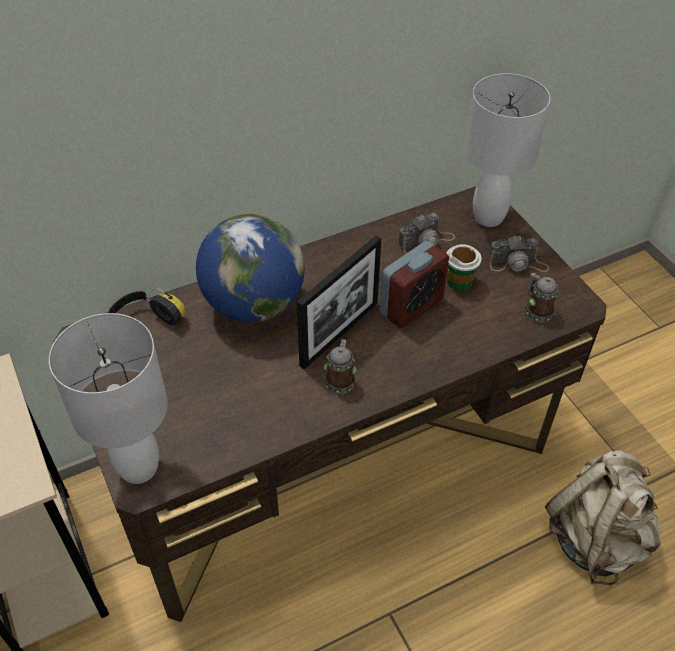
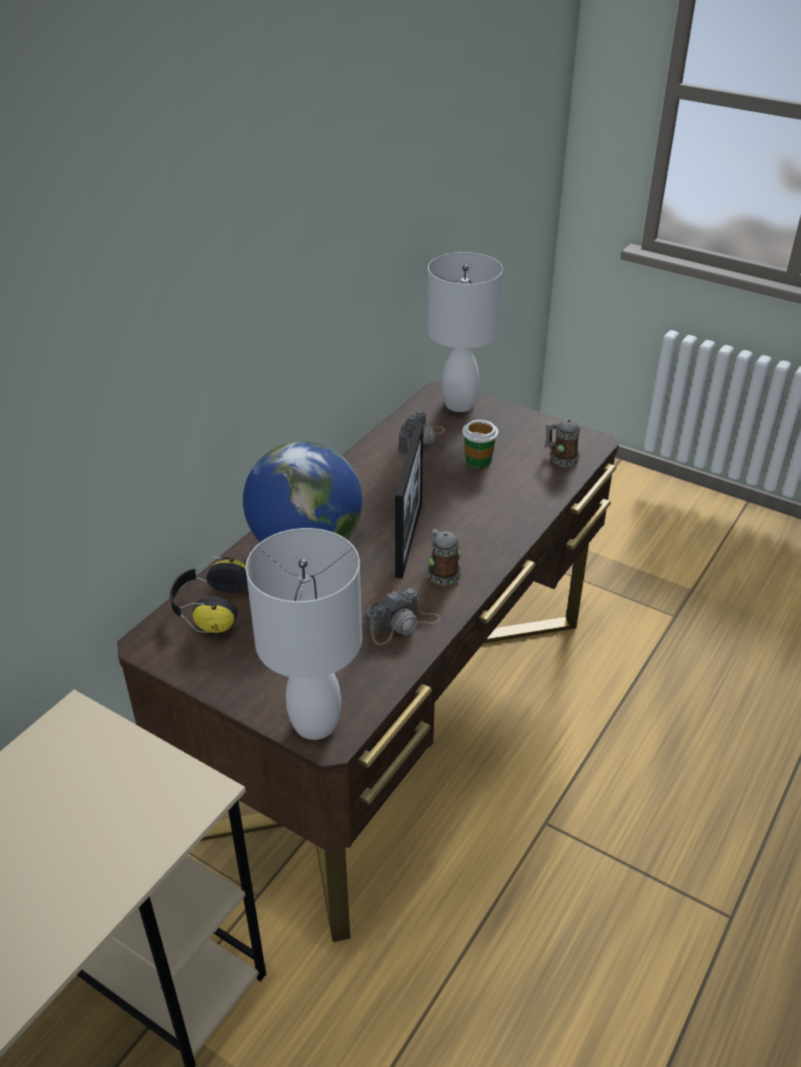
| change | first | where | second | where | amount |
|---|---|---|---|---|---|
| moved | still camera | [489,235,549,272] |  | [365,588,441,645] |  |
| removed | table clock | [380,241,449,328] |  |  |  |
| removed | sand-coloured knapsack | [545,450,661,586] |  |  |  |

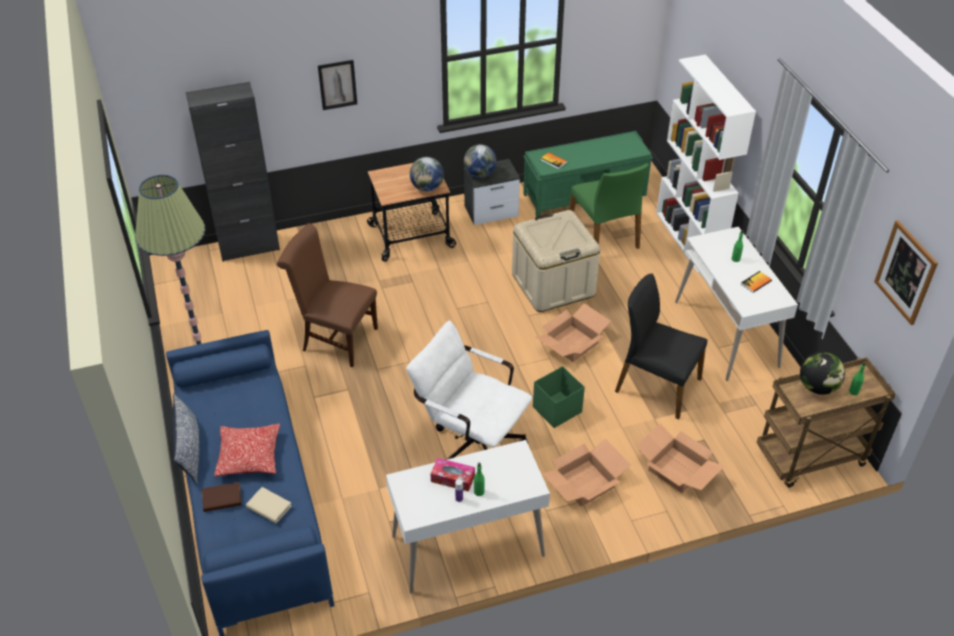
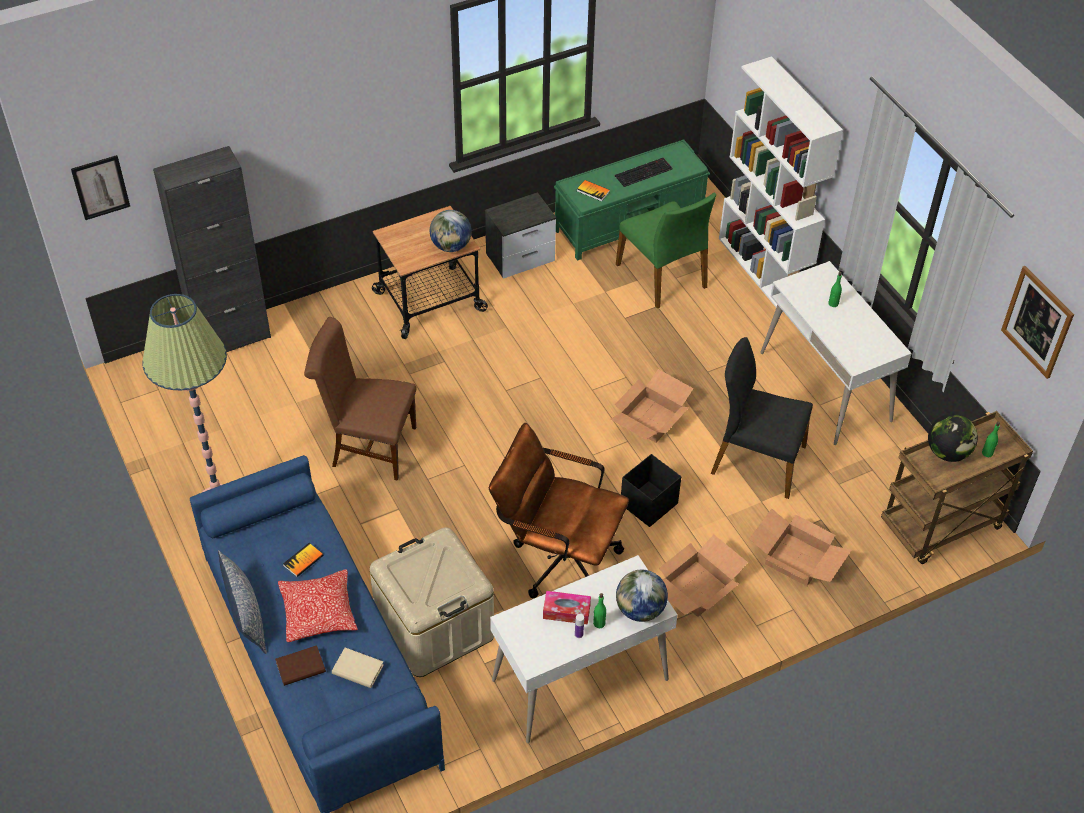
| change | first | where | second | where | amount |
|---|---|---|---|---|---|
| moved | wall picture | [318,60,357,110] |  | [71,155,130,220] |  |
| moved | desk globe | [464,144,497,178] |  | [616,570,668,622] |  |
| moved | sand-coloured storage box | [512,210,600,312] |  | [370,527,494,677] |  |
| moved | bound book | [741,271,772,293] |  | [283,543,324,577] |  |
| recoloured | white desk chair | [406,321,532,460] | brown desk chair | [489,423,629,598] |  |
| recoloured | green storage box | [533,366,585,428] | black storage box | [621,454,681,527] |  |
| added |  |  | keyboard | [615,158,673,187] |  |

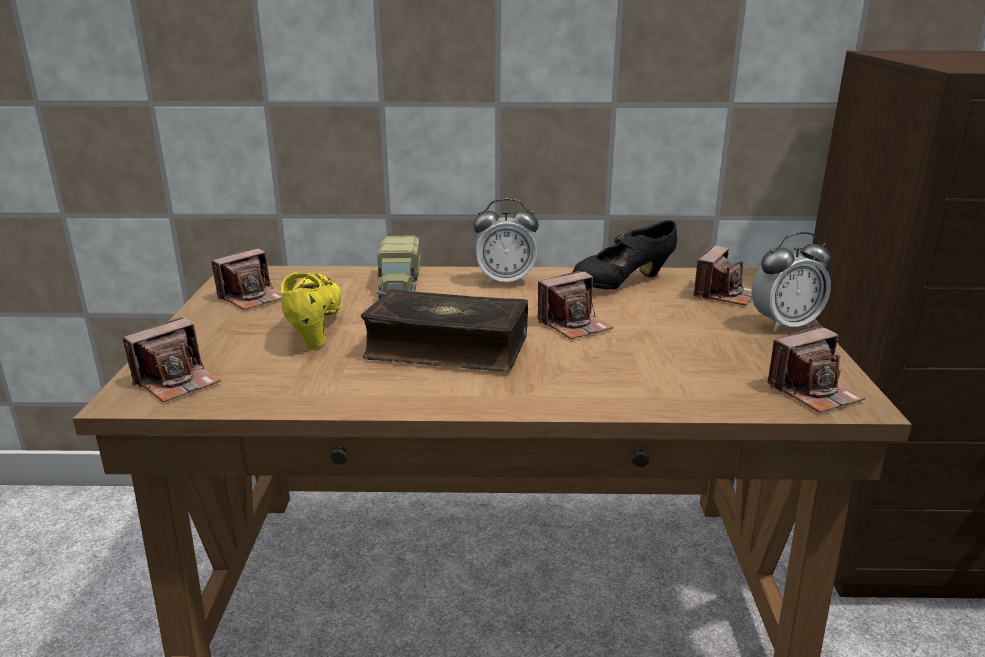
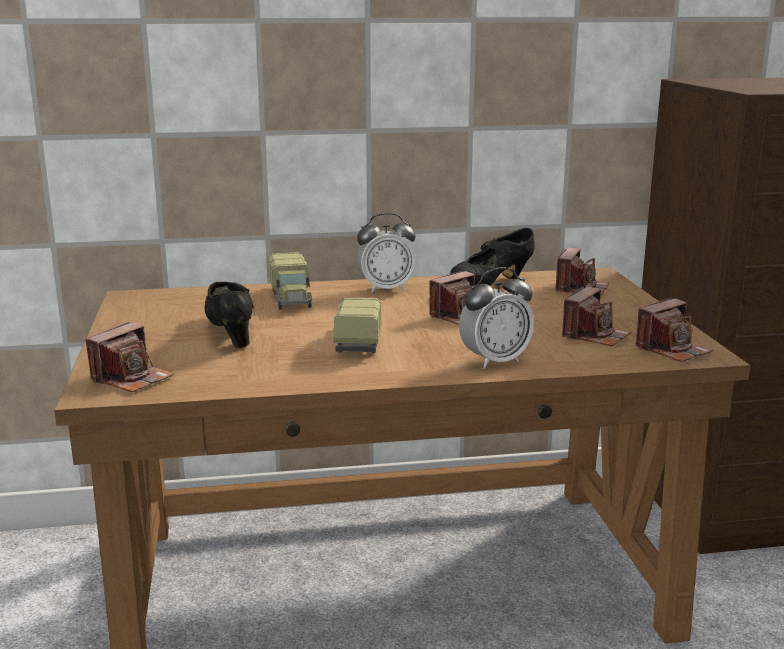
| change | first | where | second | where | amount |
|---|---|---|---|---|---|
| moved | table clock | [751,232,832,332] |  | [459,267,534,369] |  |
| moved | still camera | [211,248,281,310] |  | [562,286,631,346] |  |
| recoloured | yellow item of footwear | [281,273,341,349] | black item of footwear | [205,282,254,348] |  |
| replaced | bound book | [361,289,528,372] | toy truck | [333,298,382,353] |  |

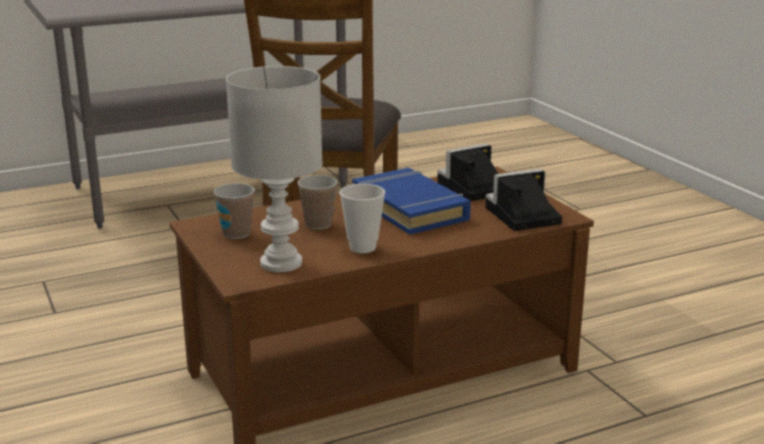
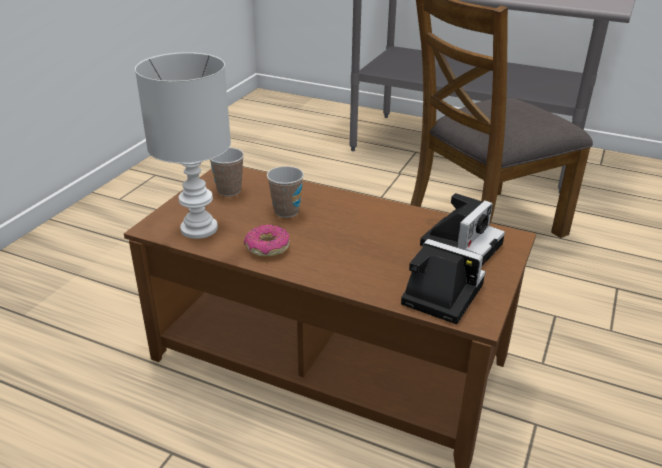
| change | first | where | second | where | amount |
|---|---|---|---|---|---|
| turned | still camera | [437,144,498,201] |  | [420,193,505,266] | 105 degrees clockwise |
| removed | bluish bound book | [352,168,471,235] |  |  |  |
| replaced | drinking cup | [340,184,385,253] | ring doughnut | [244,224,290,257] |  |

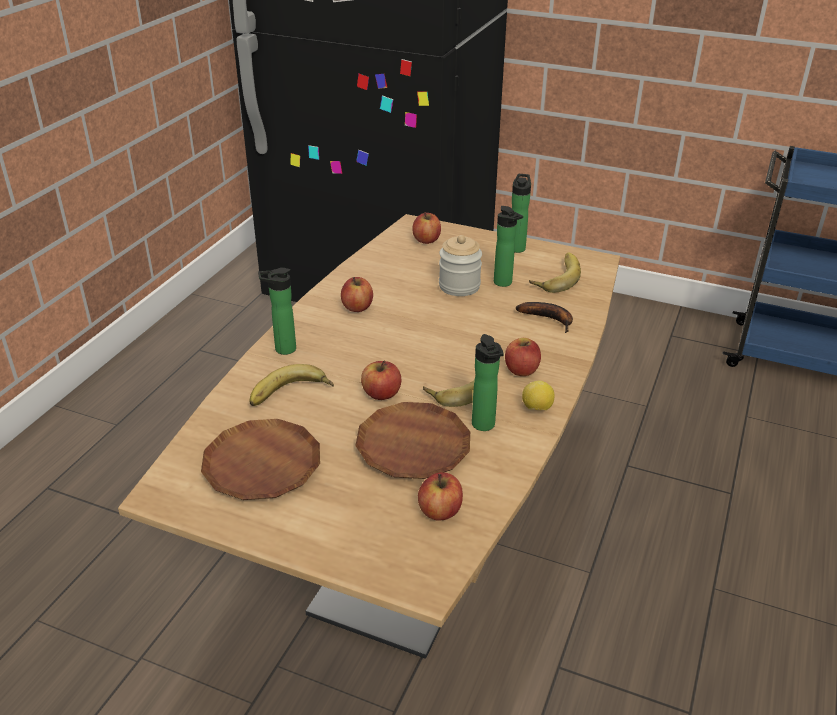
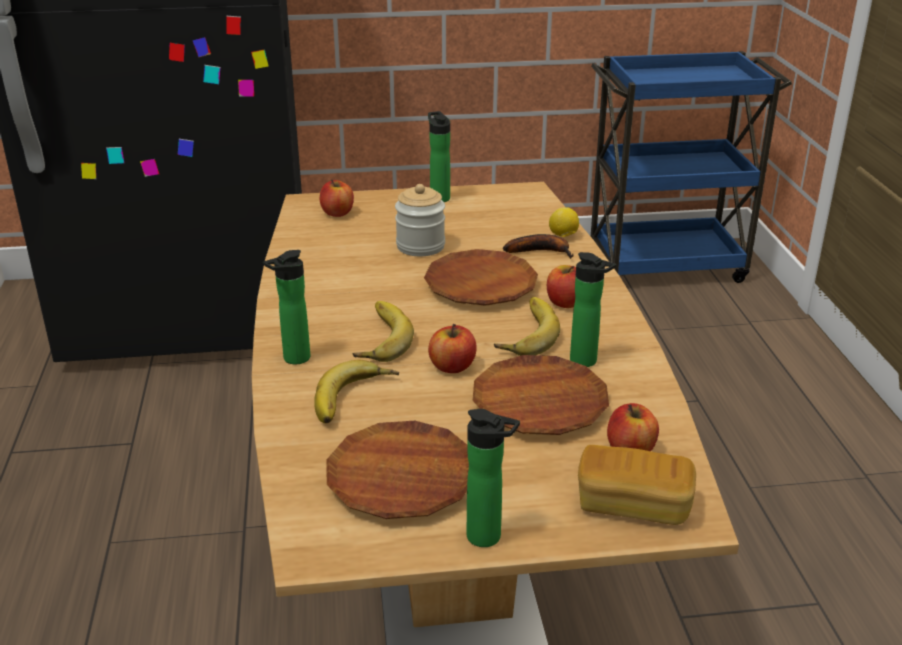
| change | first | where | second | where | amount |
|---|---|---|---|---|---|
| moved | beverage bottle | [494,206,523,287] |  | [467,409,520,547] |  |
| moved | banana | [529,252,581,293] |  | [352,301,414,362] |  |
| removed | apple fruit | [341,277,373,312] |  |  |  |
| moved | whole lemon | [522,381,555,410] |  | [549,207,579,237] |  |
| added |  |  | brown plate | [424,249,538,306] |  |
| added |  |  | bread | [578,445,696,525] |  |

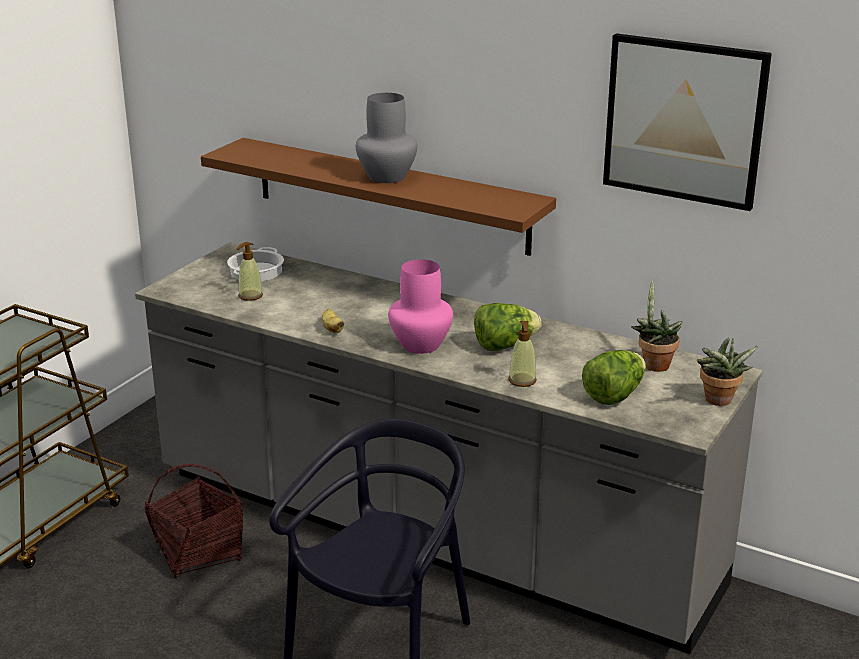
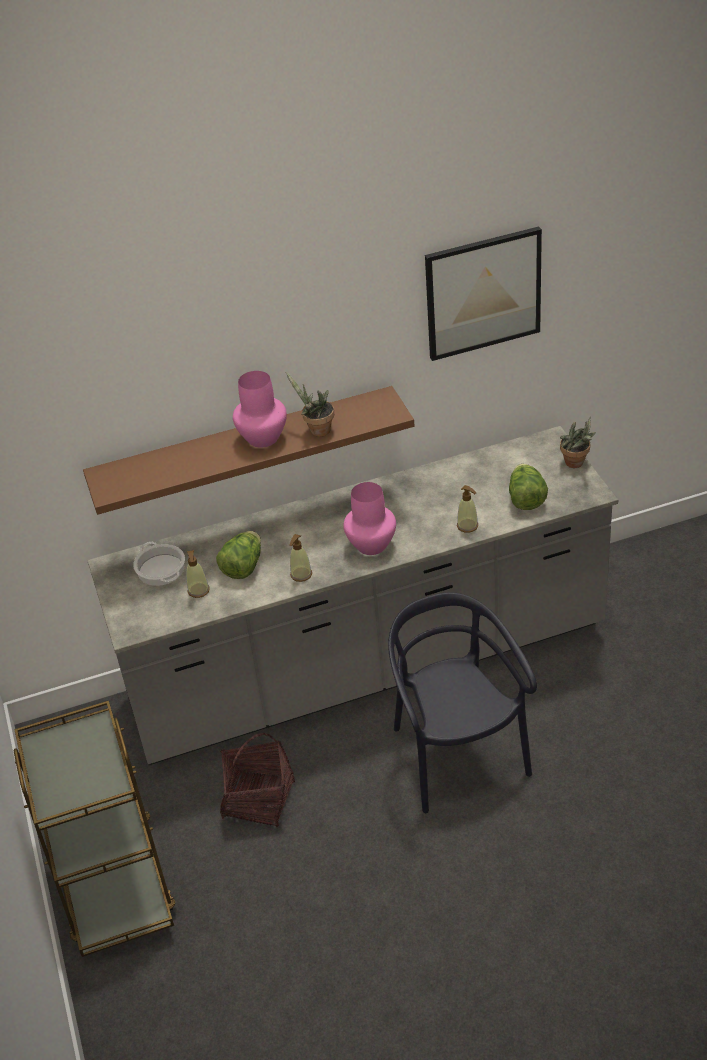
| change | first | where | second | where | amount |
|---|---|---|---|---|---|
| recoloured | grey vase | [356,93,418,183] | pinkish vase | [233,371,287,448] |  |
| moved | potted plant | [631,281,683,372] |  | [286,372,334,437] |  |
| moved | head of lettuce | [474,303,541,351] |  | [216,531,261,579] |  |
| replaced | banana | [322,308,344,333] | soap dispenser | [290,534,312,582] |  |

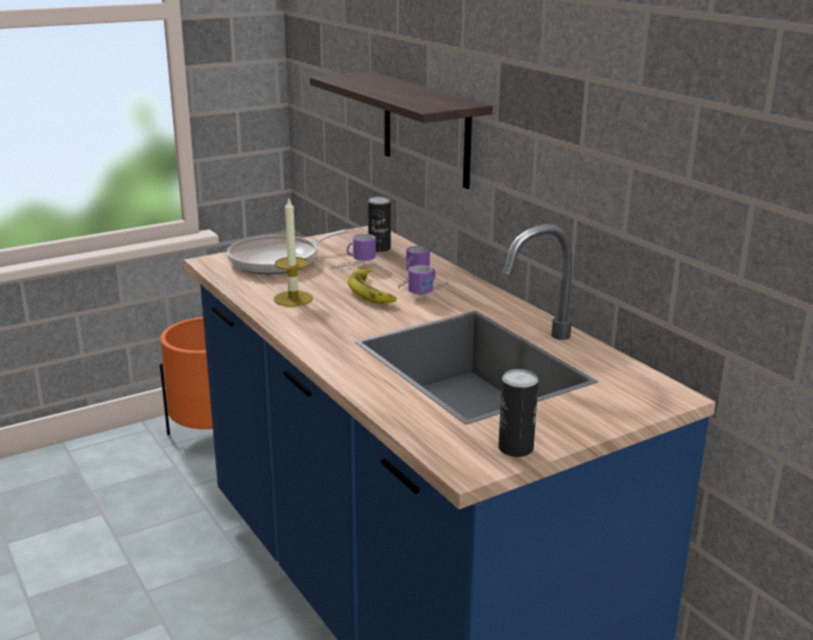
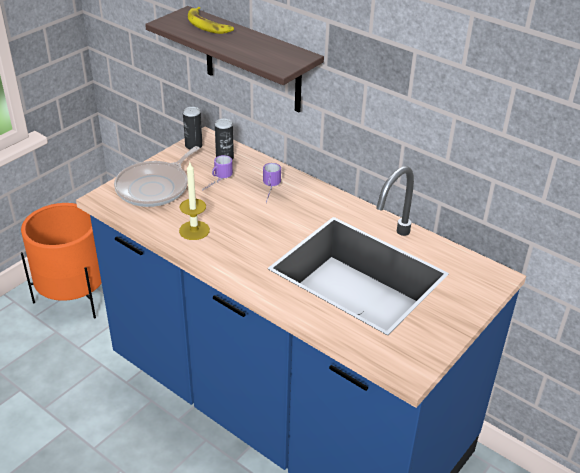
| change | first | where | second | where | amount |
|---|---|---|---|---|---|
| removed | mug | [408,265,448,296] |  |  |  |
| moved | banana | [348,269,397,304] |  | [188,7,234,34] |  |
| moved | can | [498,369,538,457] |  | [183,107,202,150] |  |

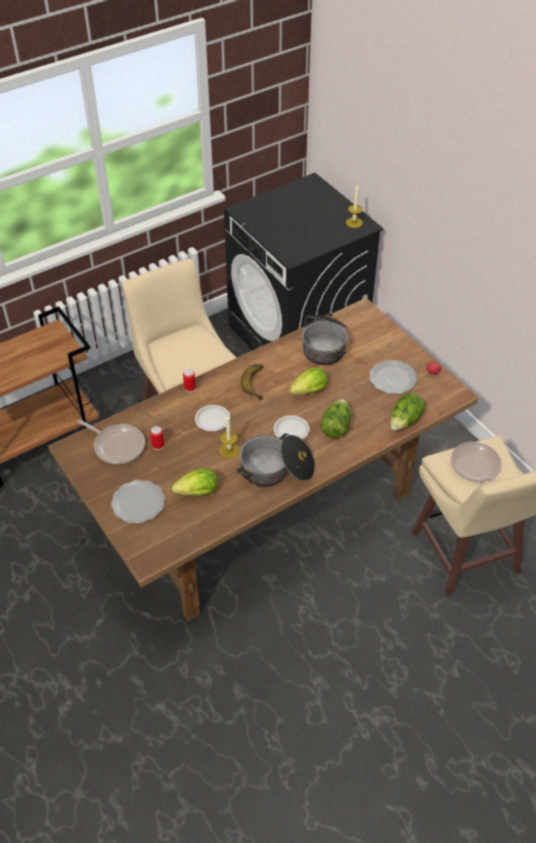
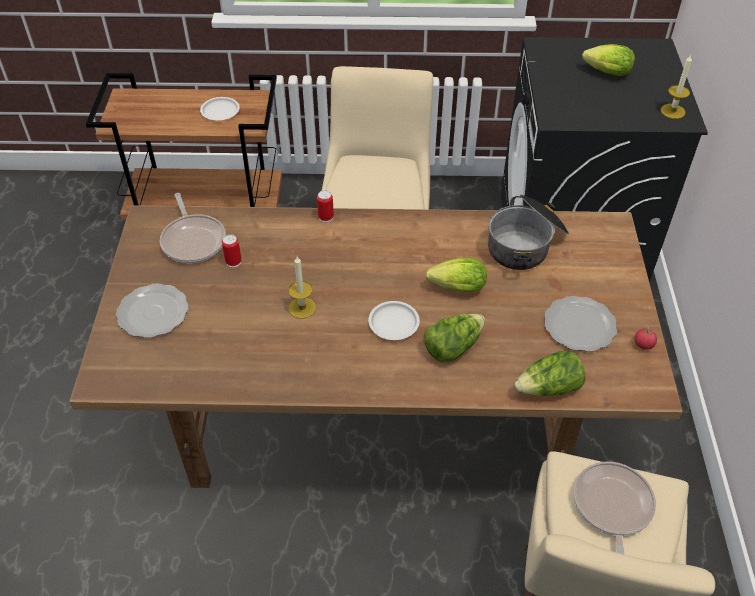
| change | first | where | second | where | amount |
|---|---|---|---|---|---|
| removed | banana | [240,364,263,400] |  |  |  |
| moved | white plate | [195,405,230,431] |  | [200,97,240,120] |  |
| removed | saucepot | [236,433,315,487] |  |  |  |
| moved | head of lettuce | [172,468,218,496] |  | [582,44,635,76] |  |

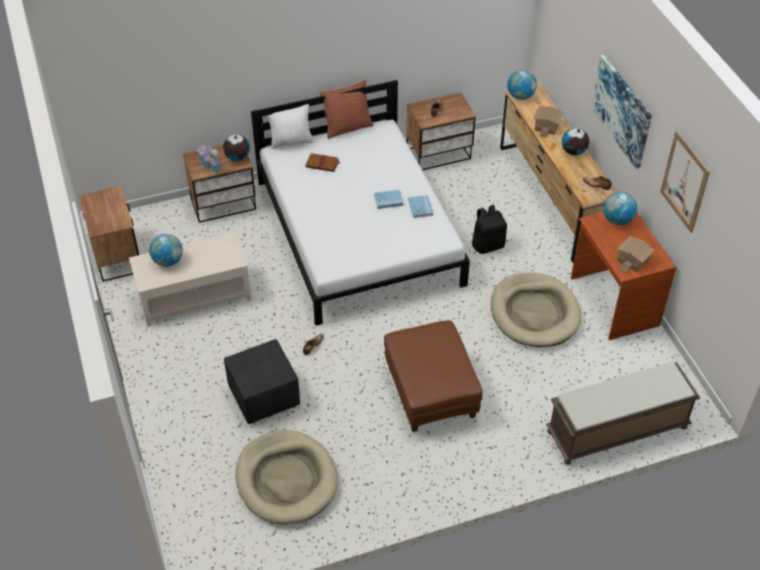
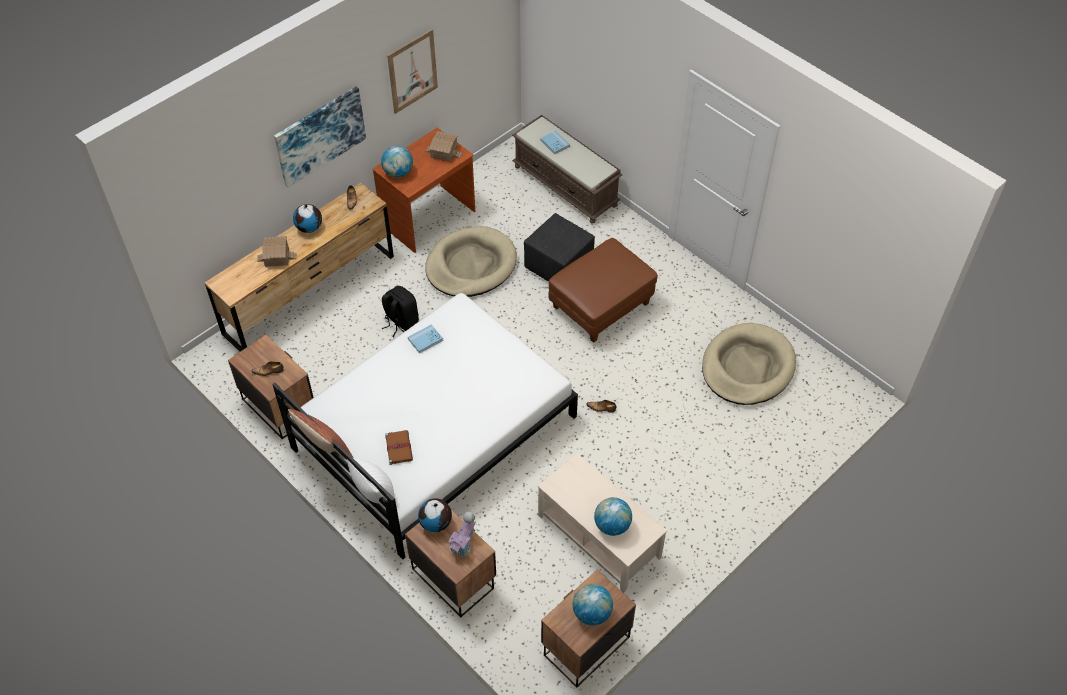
| change | first | where | second | where | amount |
|---|---|---|---|---|---|
| moved | desk globe | [507,70,537,100] |  | [573,584,613,625] |  |
| moved | bluish bound book | [374,190,403,209] |  | [540,130,570,154] |  |
| moved | black ottoman | [224,339,300,424] |  | [524,213,595,282] |  |

